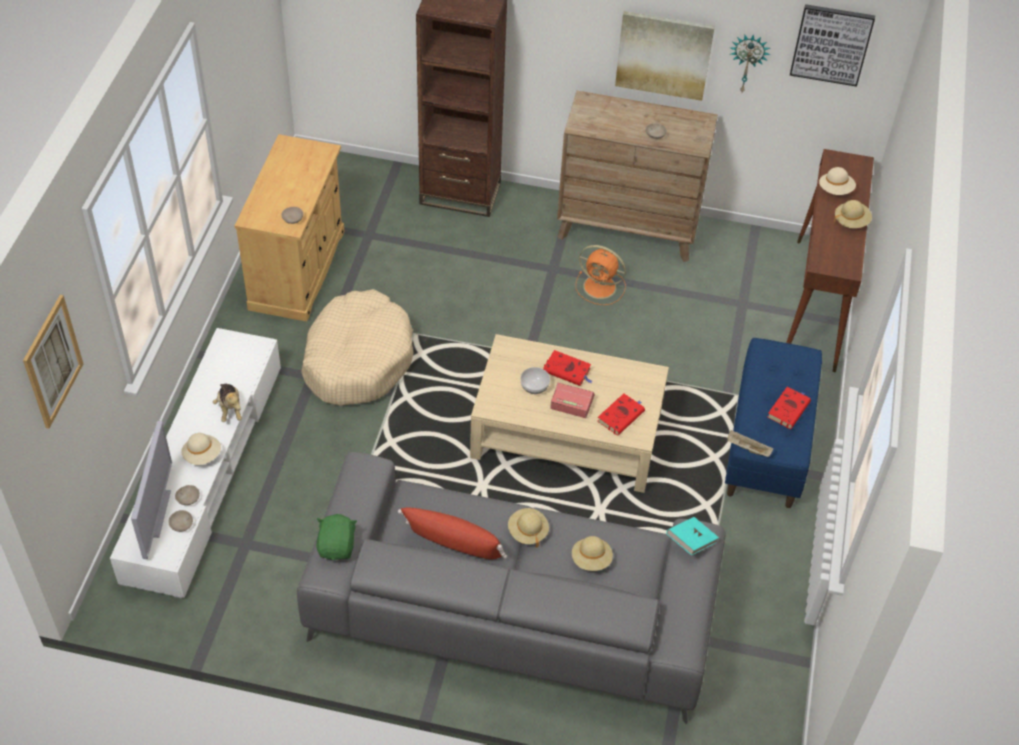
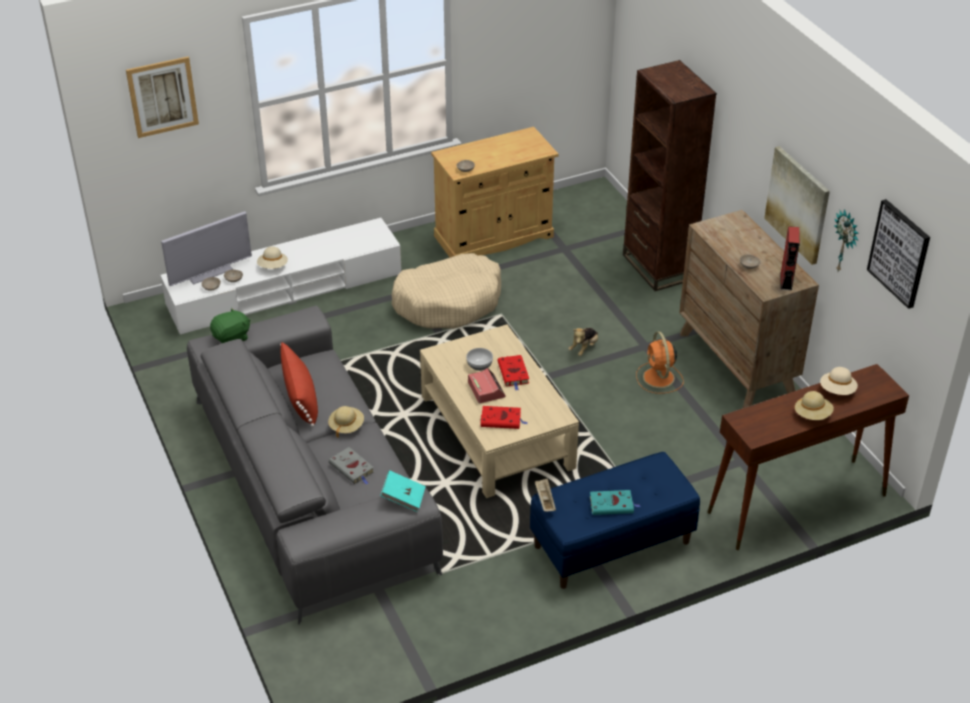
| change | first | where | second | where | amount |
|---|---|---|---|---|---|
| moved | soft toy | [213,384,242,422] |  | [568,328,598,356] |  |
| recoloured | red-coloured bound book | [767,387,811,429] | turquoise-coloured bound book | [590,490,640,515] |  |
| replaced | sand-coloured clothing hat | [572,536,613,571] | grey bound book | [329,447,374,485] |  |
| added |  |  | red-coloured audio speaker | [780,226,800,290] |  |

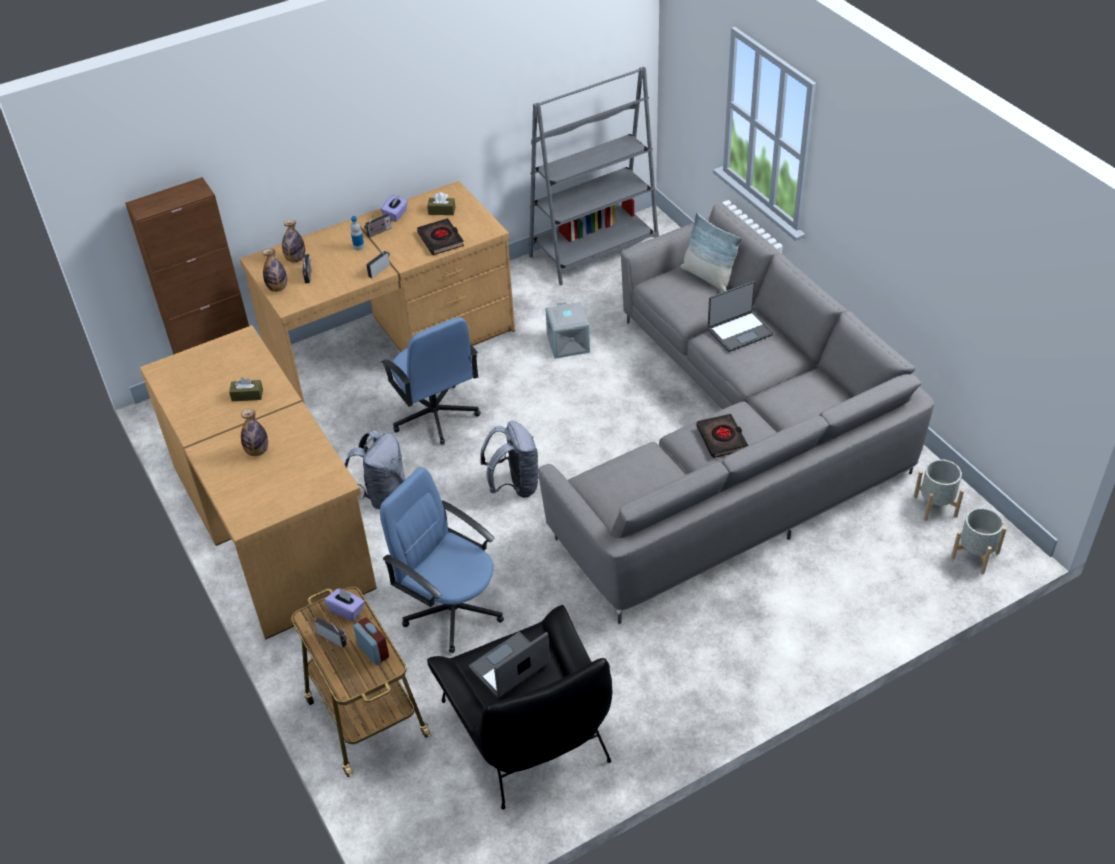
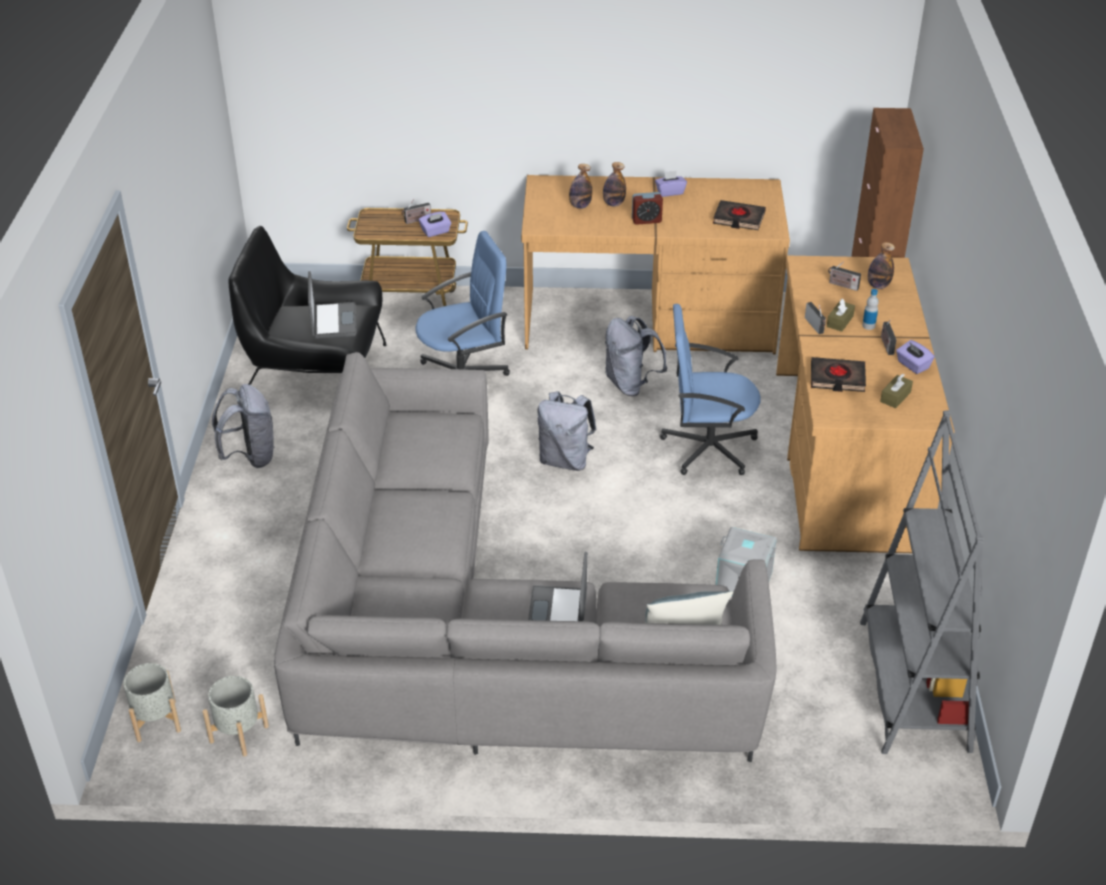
| change | first | where | second | where | amount |
|---|---|---|---|---|---|
| moved | beverage bottle | [262,248,287,292] |  | [569,164,592,209] |  |
| moved | brown tissue holder | [229,377,263,401] |  | [827,299,855,332] |  |
| moved | black bound book | [696,414,748,458] |  | [713,200,766,230] |  |
| moved | table clock | [353,617,389,665] |  | [632,192,663,225] |  |
| added |  |  | purplish tissue holder | [655,171,687,197] |  |
| added |  |  | grey knapsack | [212,384,275,468] |  |

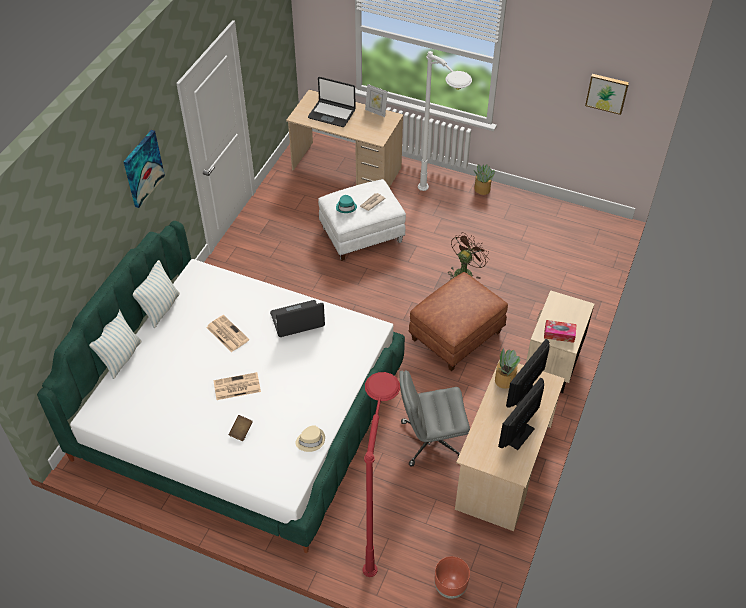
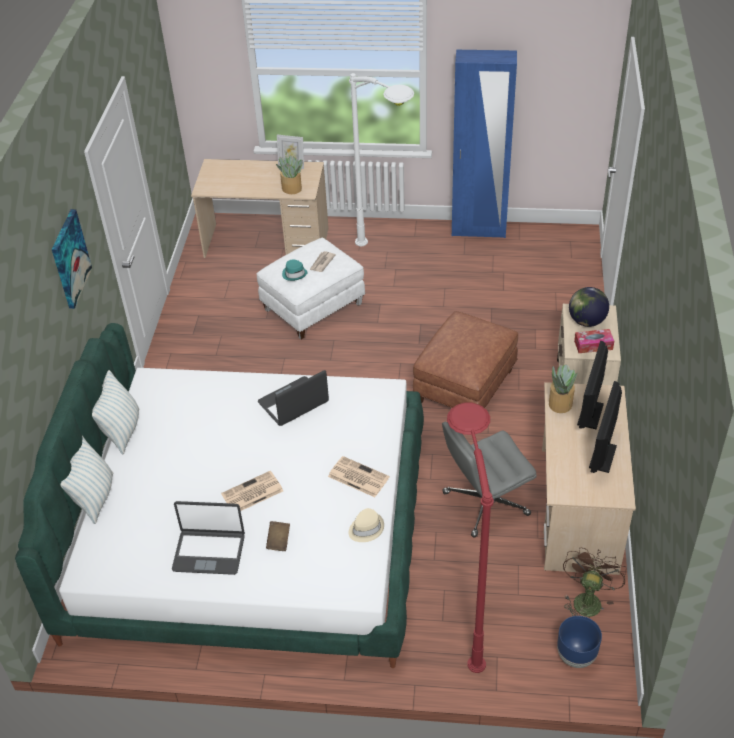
| change | first | where | second | where | amount |
|---|---|---|---|---|---|
| removed | wall picture | [585,74,629,115] |  |  |  |
| moved | laptop | [308,77,356,127] |  | [172,501,245,575] |  |
| moved | potted plant | [474,164,495,195] |  | [276,155,303,194] |  |
| moved | brown cooling fan | [449,232,489,279] |  | [563,548,626,617] |  |
| moved | printed paper | [206,315,249,352] |  | [328,456,389,497] |  |
| recoloured | brown plant pot | [434,556,470,599] | bluish plant pot | [557,616,602,668] |  |
| added |  |  | bluish wardrobe | [452,50,517,238] |  |
| added |  |  | desk globe | [569,287,609,327] |  |

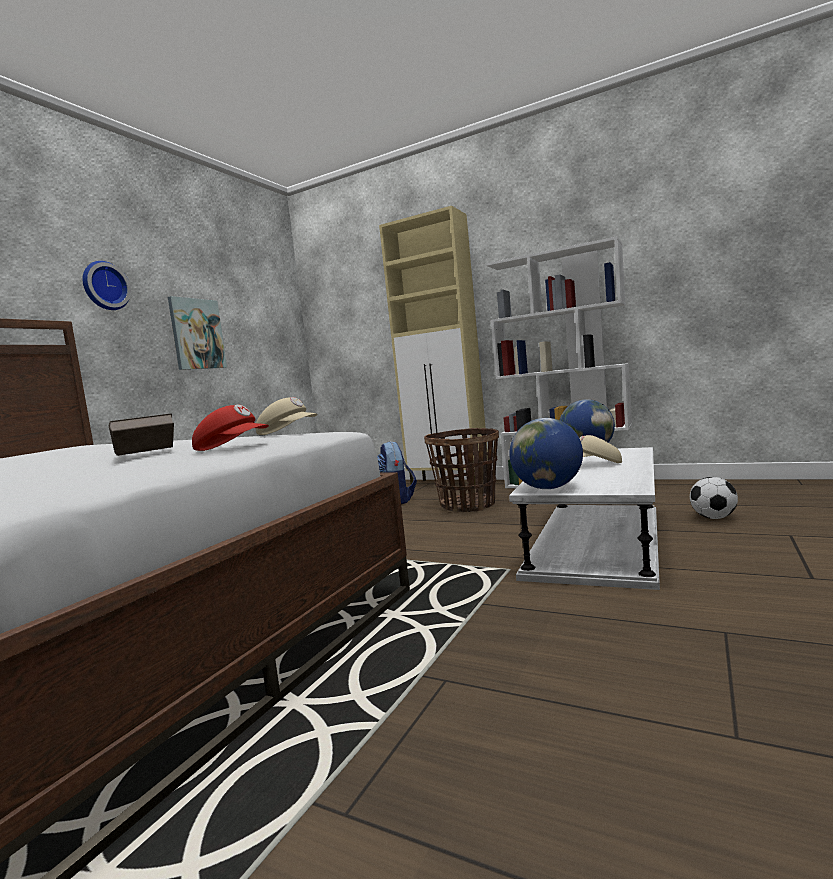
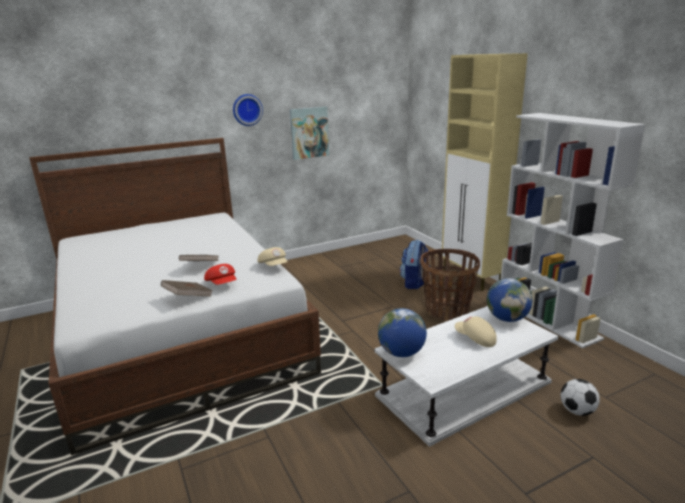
| change | first | where | second | where | amount |
|---|---|---|---|---|---|
| added |  |  | brown bound book | [161,280,213,297] |  |

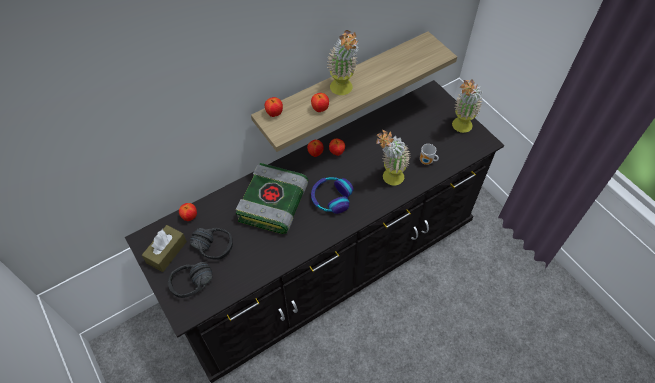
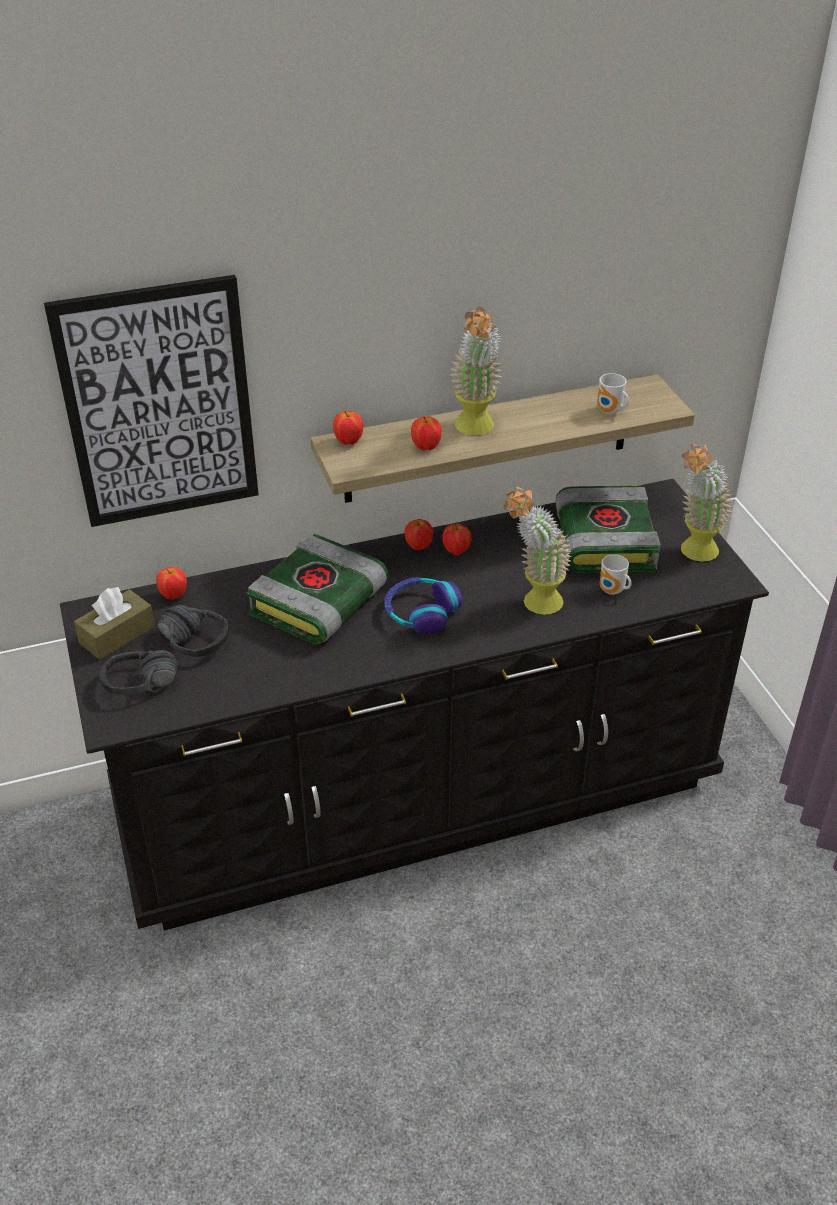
| change | first | where | second | where | amount |
|---|---|---|---|---|---|
| added |  |  | wall picture | [44,275,259,527] |  |
| added |  |  | mug | [597,373,629,414] |  |
| added |  |  | bound book | [555,485,661,573] |  |

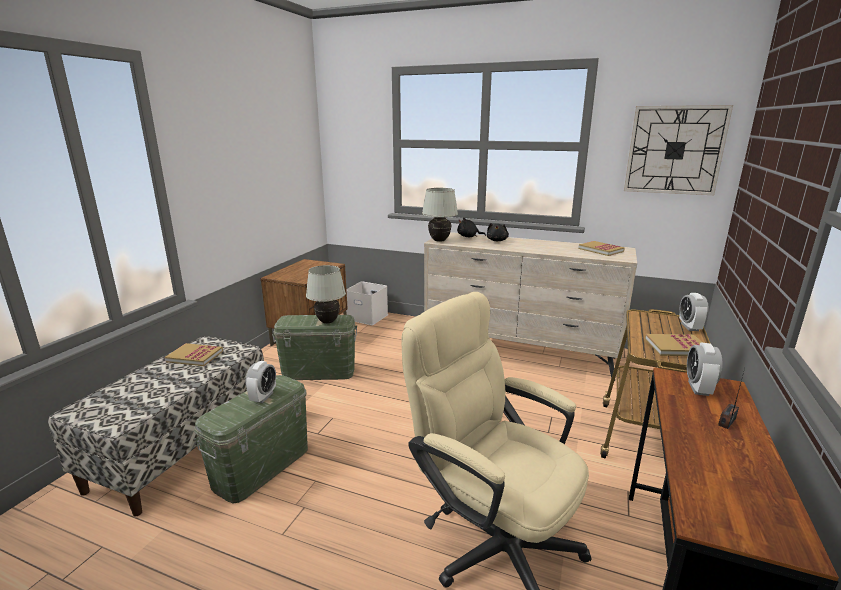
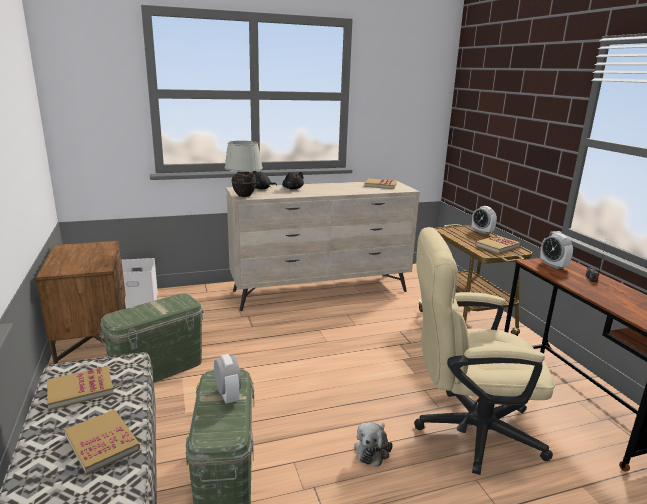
| change | first | where | second | where | amount |
|---|---|---|---|---|---|
| removed | clock on the wall | [624,105,733,195] |  |  |  |
| removed | white tabletop lamp | [306,265,346,324] |  |  |  |
| added |  |  | bound book | [64,410,140,475] |  |
| added |  |  | soft toy | [354,422,393,467] |  |

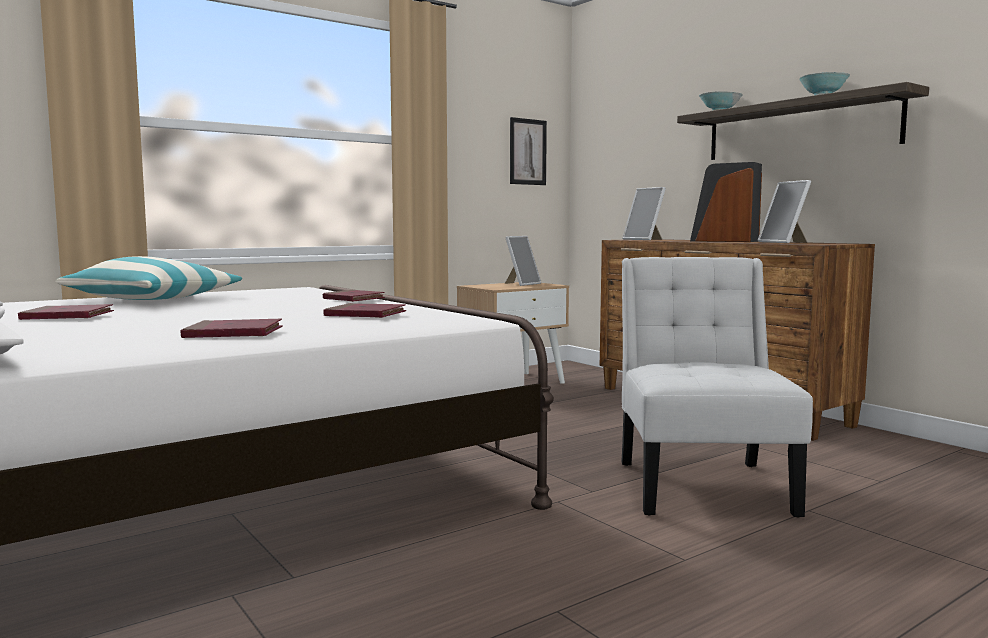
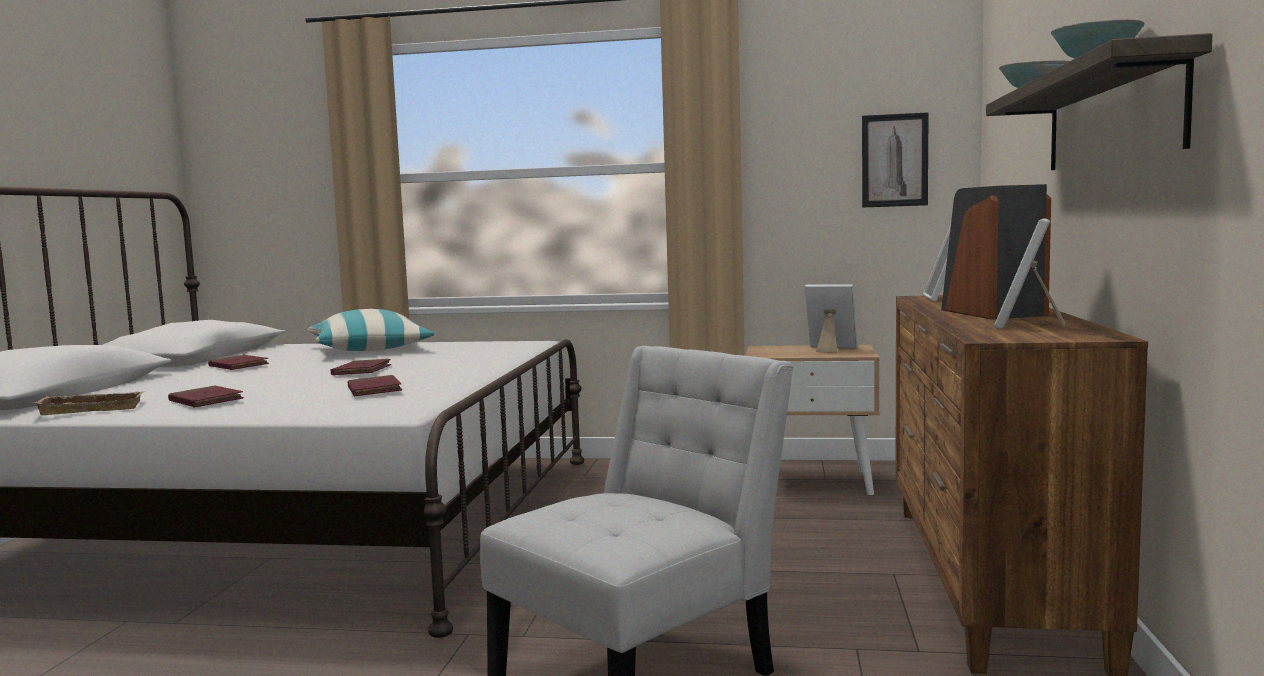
| change | first | where | second | where | amount |
|---|---|---|---|---|---|
| turned | picture frame | [505,236,542,286] |  | [805,284,857,353] | 150 degrees counterclockwise |
| moved | red-coloured bound book | [323,290,385,302] |  | [331,359,391,375] |  |
| added |  |  | sand-coloured carrying tray | [34,391,145,415] |  |

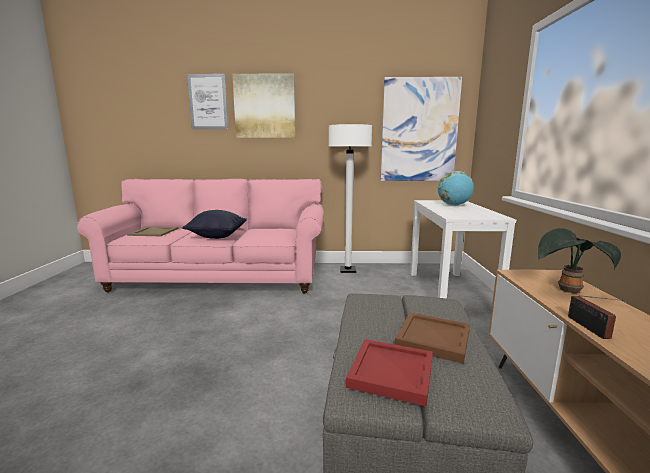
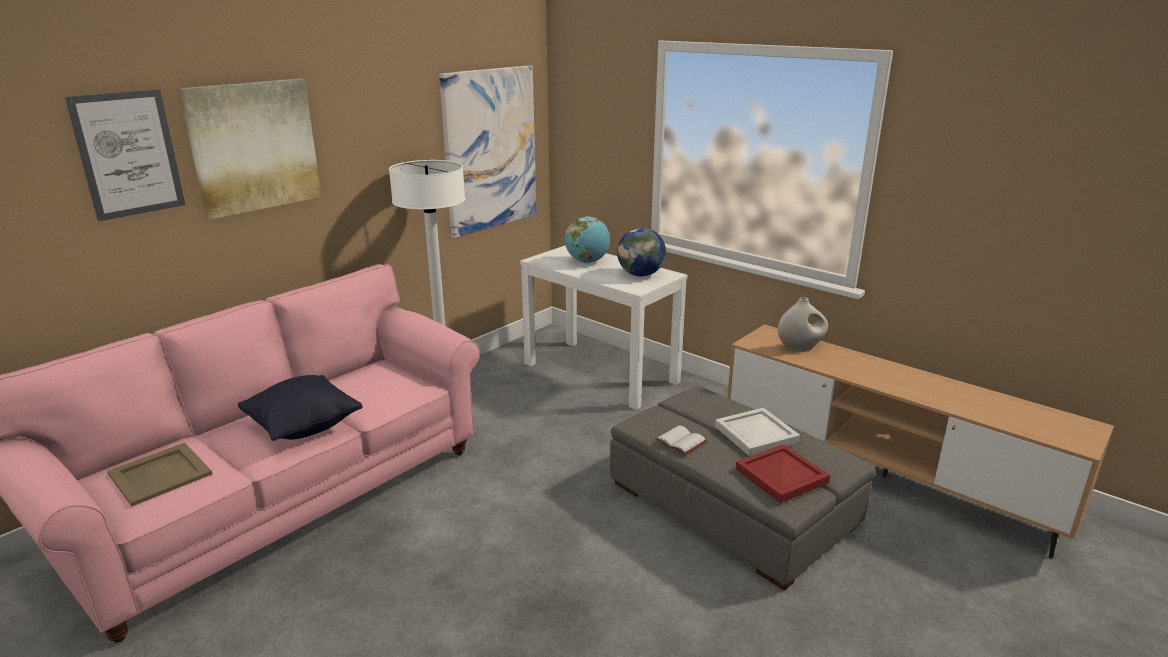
| change | first | where | second | where | amount |
|---|---|---|---|---|---|
| replaced | potted plant | [538,228,621,293] | white vase | [778,297,828,352] |  |
| removed | radio set | [568,295,624,339] |  |  |  |
| recoloured | brown carrying tray | [395,313,470,364] | white carrying tray | [715,408,800,456] |  |
| added |  |  | desk globe | [617,228,666,276] |  |
| added |  |  | white bound book | [655,425,707,455] |  |

